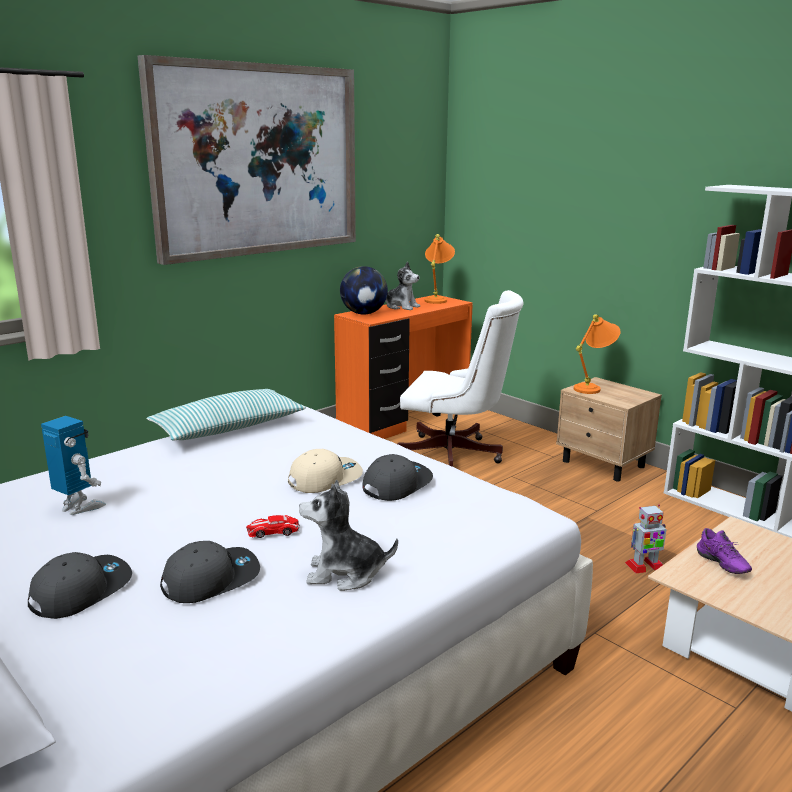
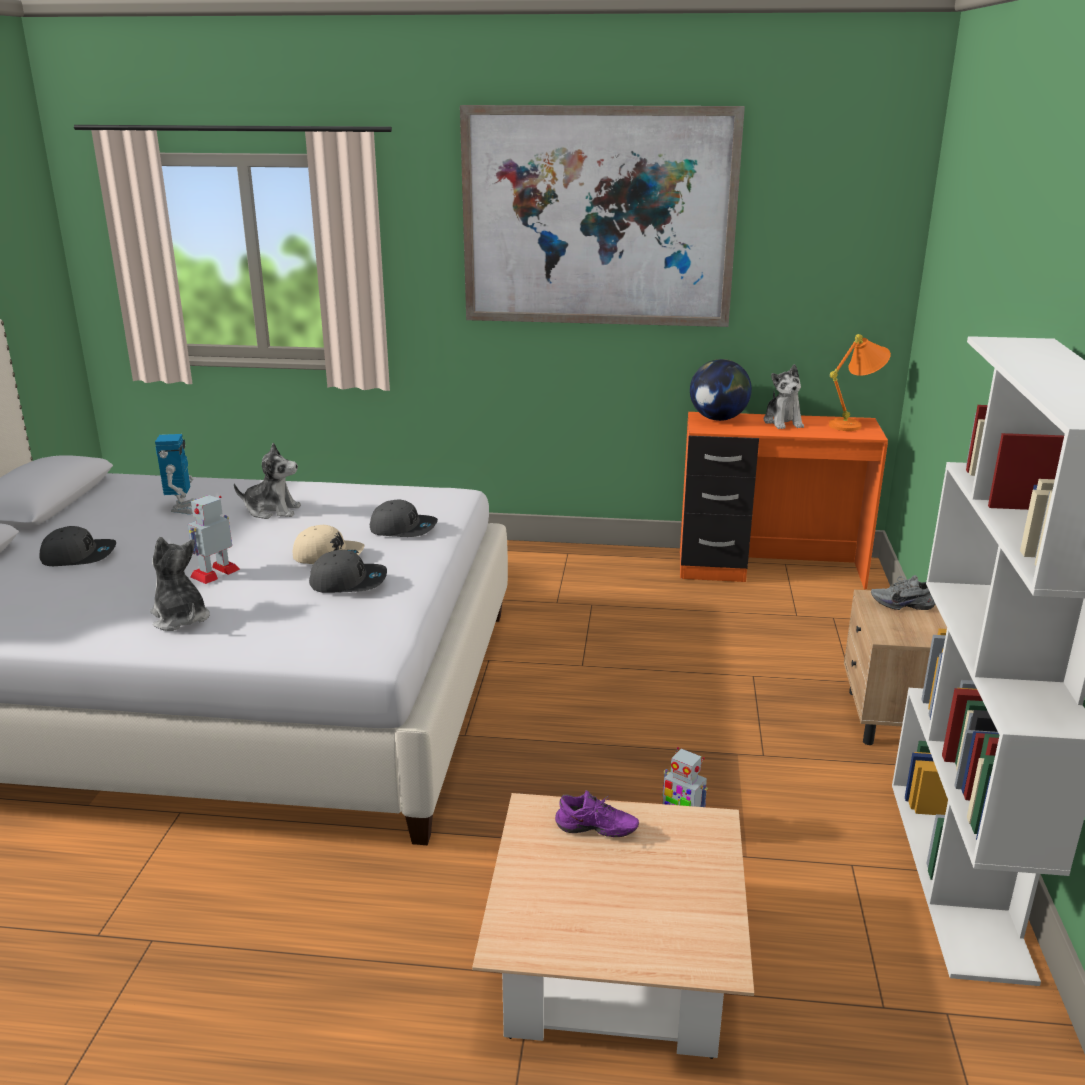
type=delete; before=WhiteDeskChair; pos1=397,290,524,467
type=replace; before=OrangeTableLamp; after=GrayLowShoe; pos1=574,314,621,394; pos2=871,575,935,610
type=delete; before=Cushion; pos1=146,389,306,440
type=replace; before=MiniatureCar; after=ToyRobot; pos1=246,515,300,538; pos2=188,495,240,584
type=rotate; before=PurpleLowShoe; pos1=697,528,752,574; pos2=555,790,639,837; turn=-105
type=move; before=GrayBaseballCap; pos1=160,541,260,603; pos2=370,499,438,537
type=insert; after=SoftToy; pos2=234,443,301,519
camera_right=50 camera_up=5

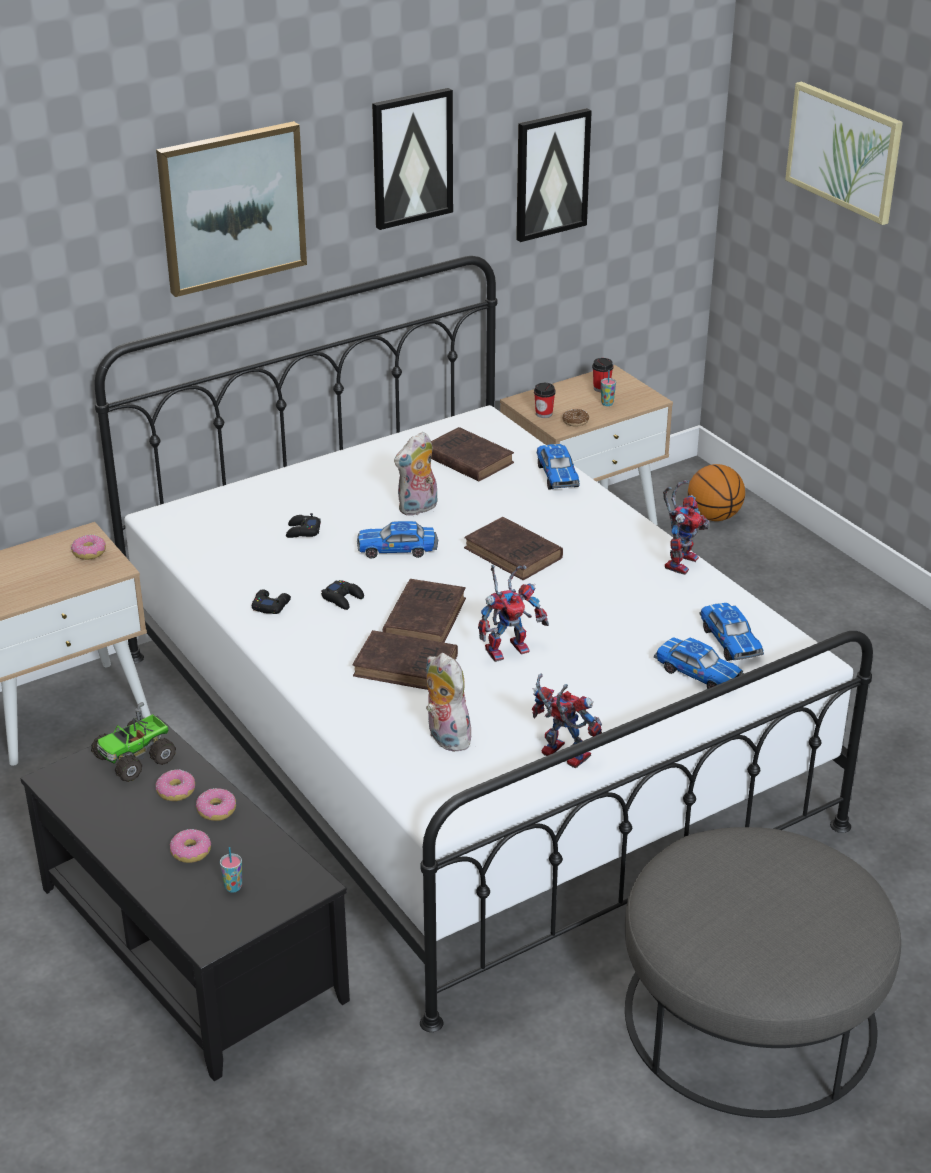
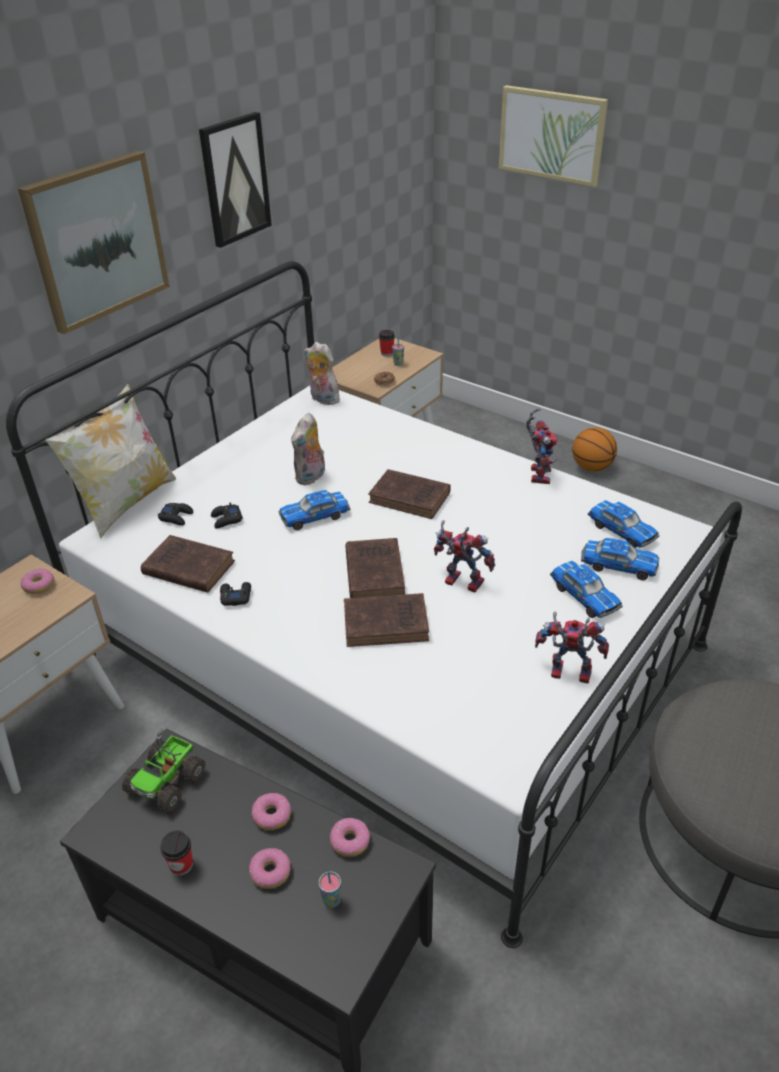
type=delete; before=WallPicture; pos1=516,108,592,242
type=move; before=DrinkingCup; pos1=534,383,556,418; pos2=160,830,193,876
type=move; before=BrownVolume; pos1=431,427,514,482; pos2=141,535,235,593
type=move; before=MiniatureCar; pos1=537,444,580,490; pos2=550,561,623,618
type=move; before=BallForBasketball; pos1=688,464,745,521; pos2=572,427,617,471
type=rotate; before=ToyRobot; pos1=478,565,549,662; pos2=434,520,495,592; turn=-105
type=move; before=BlackishGamepad; pos1=321,580,364,610; pos2=158,503,193,526
type=move; before=SoftToy; pos1=426,653,474,752; pos2=304,342,340,405
type=move; before=RingDoughnut; pos1=156,769,195,801; pos2=330,818,370,857
type=insert; after=Cushion; pos2=45,384,176,539
camera_right=-20 camera_up=5

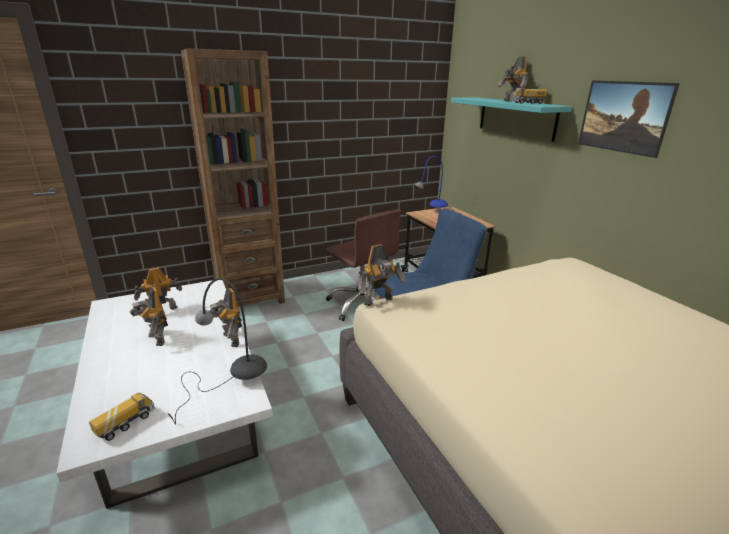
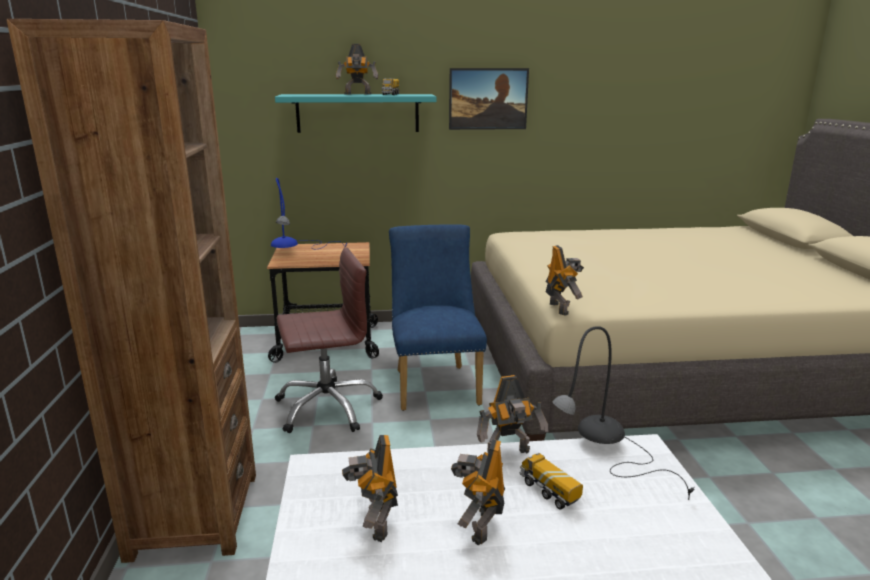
type=rotate; before=ToyRobot; pos1=129,287,168,346; pos2=451,439,505,545; turn=120
type=move; before=ModelTruck; pos1=89,392,155,441; pos2=520,453,583,510
camera_right=-70 camera_up=-5

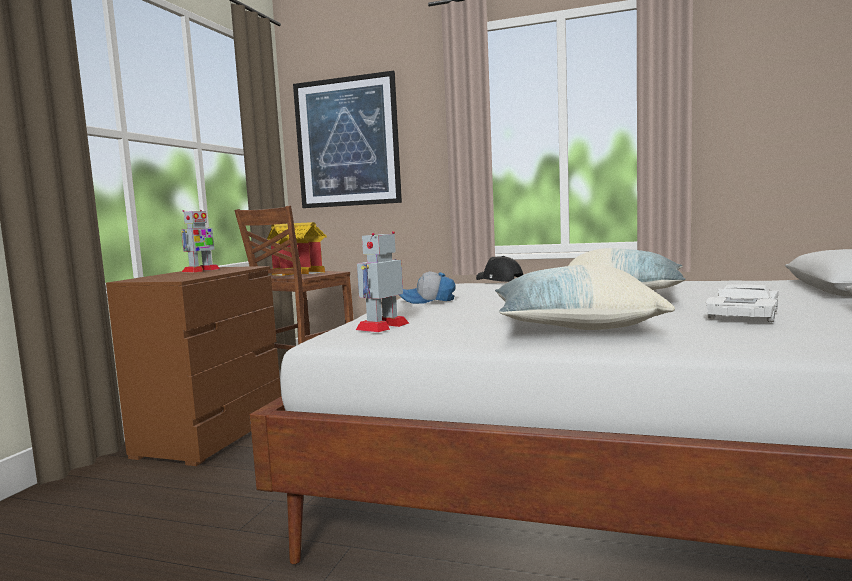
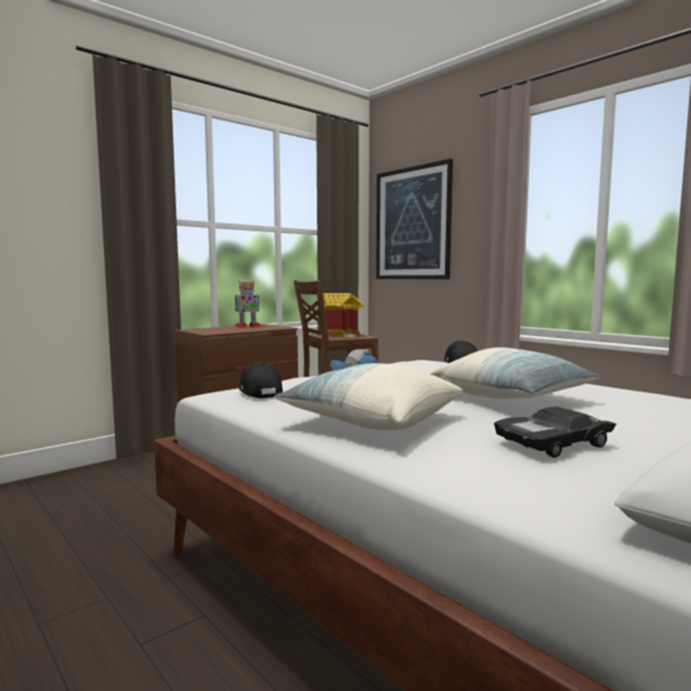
type=replace; before=ToyRobot; after=BlackishBaseballCap; pos1=356,231,409,332; pos2=239,362,283,398
type=recolor; before=WhiteMiniatureCar; after=BlackishMiniatureCar; pos1=706,284,779,322; pos2=494,406,616,458
camera_right=30 camera_up=0

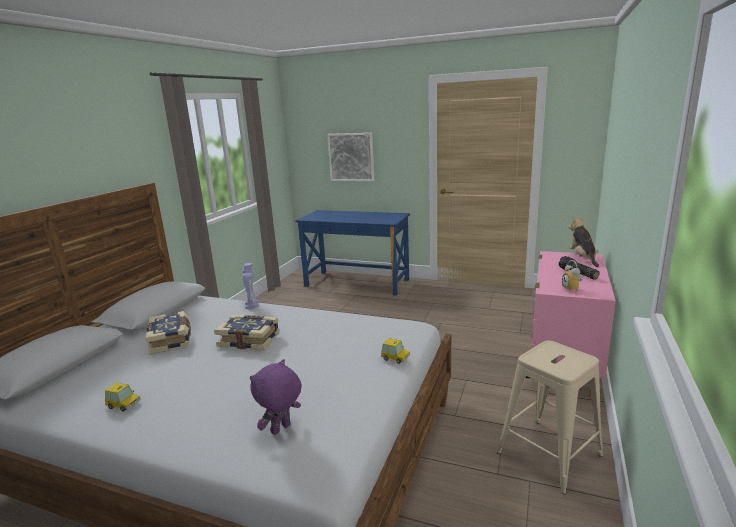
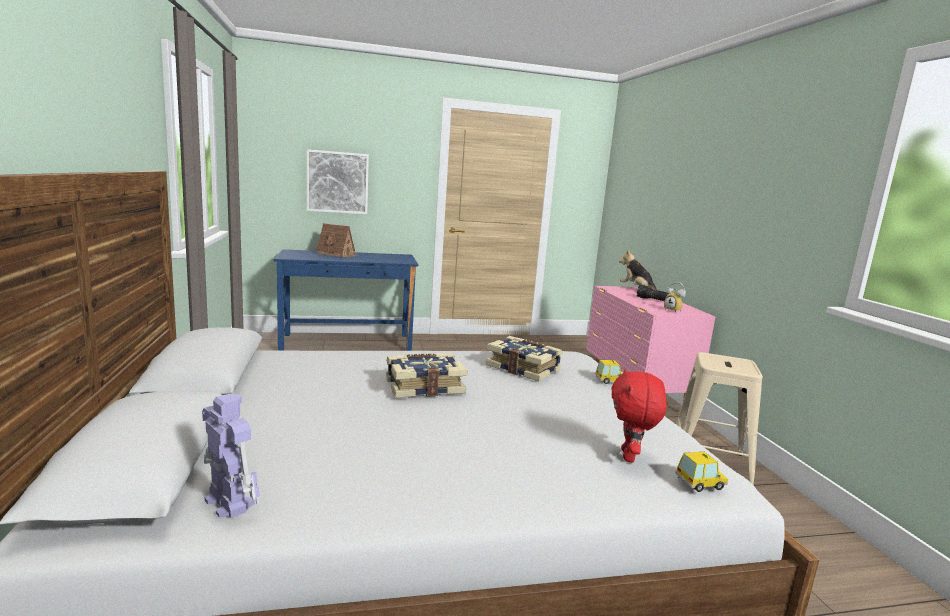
type=move; before=ToyRobot; pos1=243,263,259,309; pos2=202,394,260,518
type=move; before=Volume; pos1=146,311,191,354; pos2=485,336,562,381
type=recolor; before=PurpleSoftToy; after=RedColouredSoftToy; pos1=250,359,302,435; pos2=611,369,667,462
type=move; before=MiniatureCar; pos1=105,383,141,412; pos2=675,452,728,492
type=insert; after=MiniatureHouse; pos2=316,223,357,258
camera_right=-35 camera_up=-5

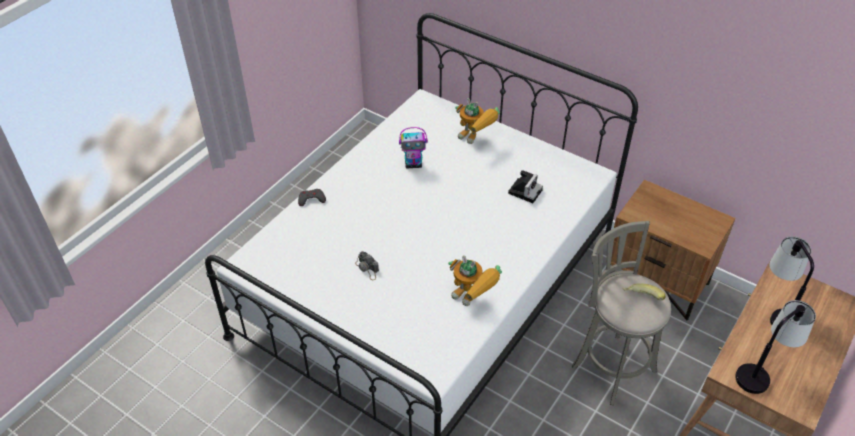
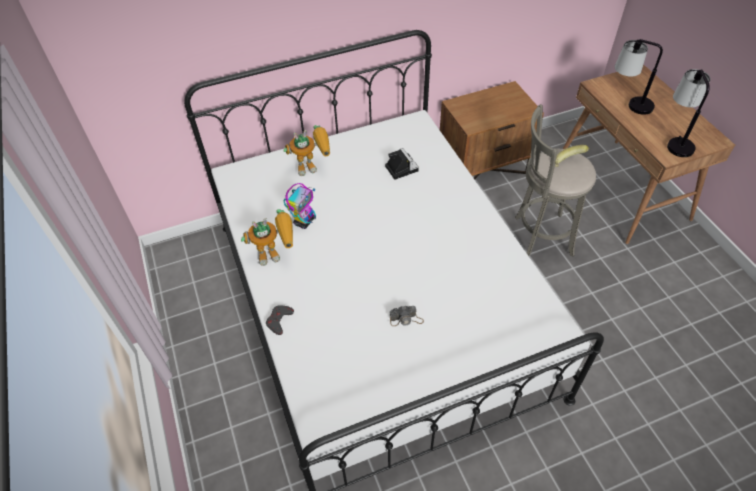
type=move; before=ToyRobot; pos1=448,255,502,306; pos2=241,209,293,266
camera_right=-55 camera_up=5

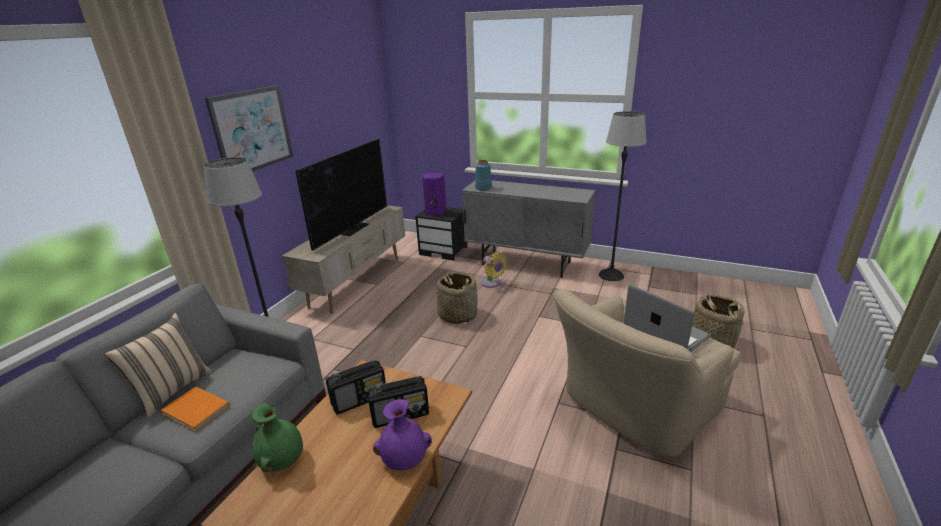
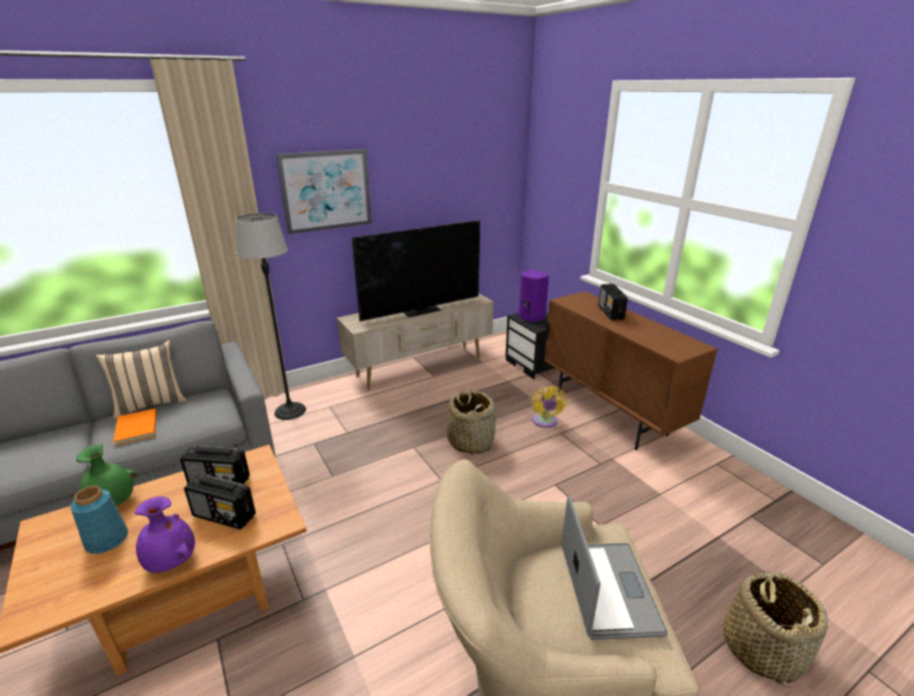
type=delete; before=StandingLamp; pos1=599,111,647,281
type=move; before=BlueColouredVase; pos1=475,160,492,191; pos2=71,486,128,554
type=recolor; before=GrayCabinet; after=BrownCabinet; pos1=462,180,595,278; pos2=544,291,718,450
type=insert; after=Radio; pos2=598,284,628,320
camera_right=35 camera_up=0

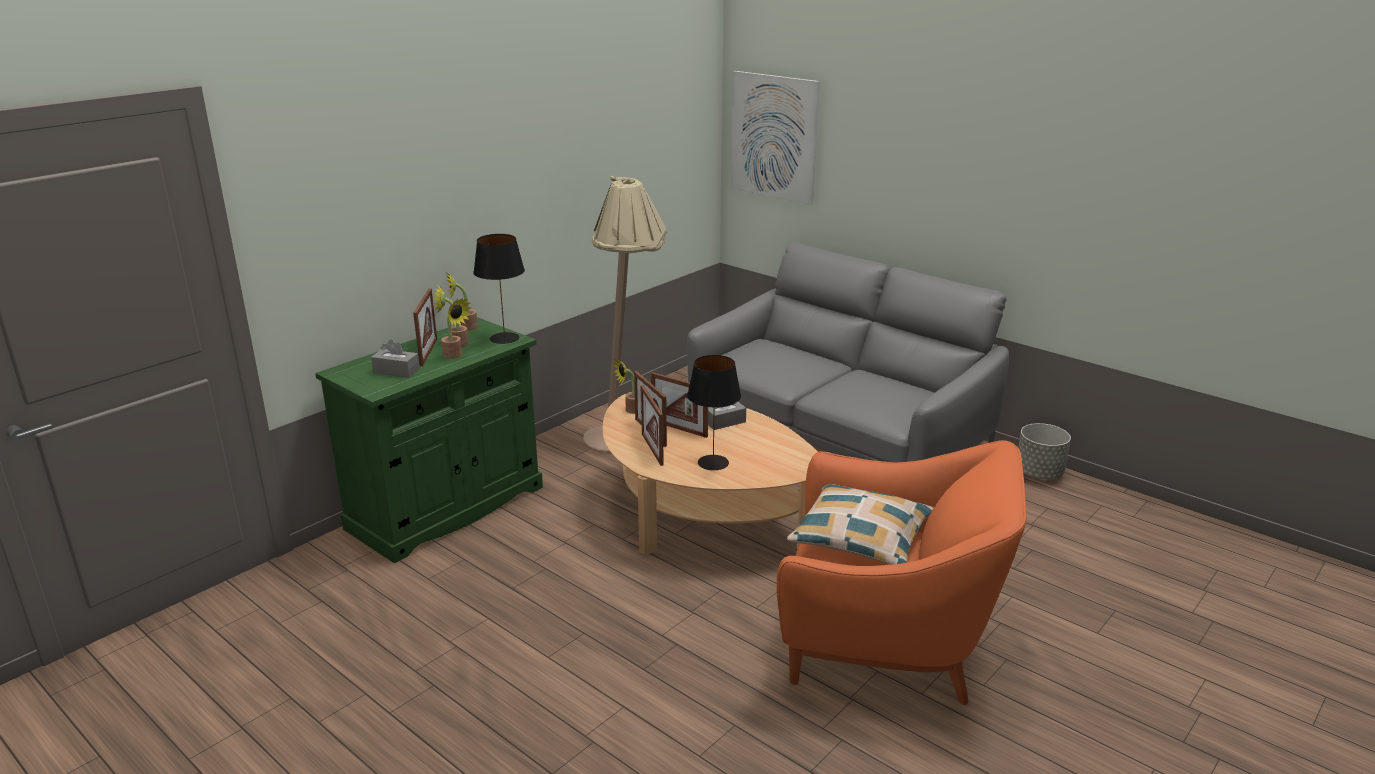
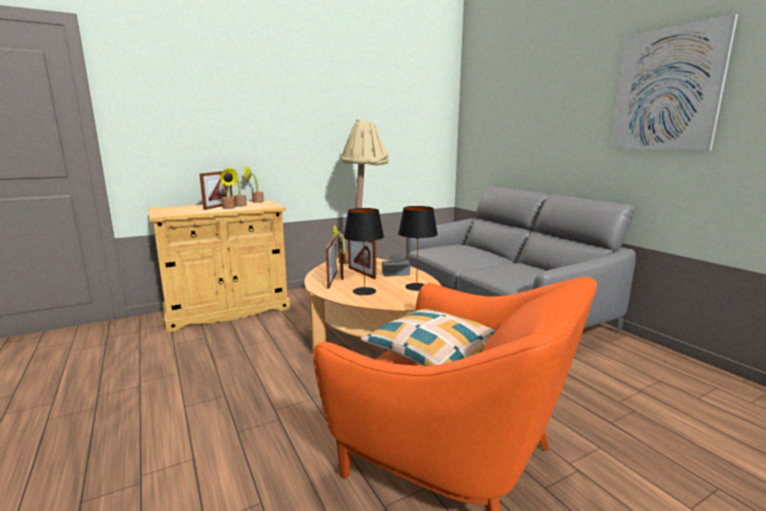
type=move; before=WallPicture; pos1=731,71,820,205; pos2=612,14,738,151
type=move; before=BlackishTableLamp; pos1=473,234,525,344; pos2=398,206,438,291
type=recolor; before=GreenColouredCabinet; after=BeigeColouredCabinet; pos1=315,317,543,563; pos2=148,200,290,333
type=delete; before=GrayTissueBox; pos1=371,340,420,378
type=delete; before=GrayPlantPot; pos1=1018,423,1071,479
camera_right=20 camera_up=-10

